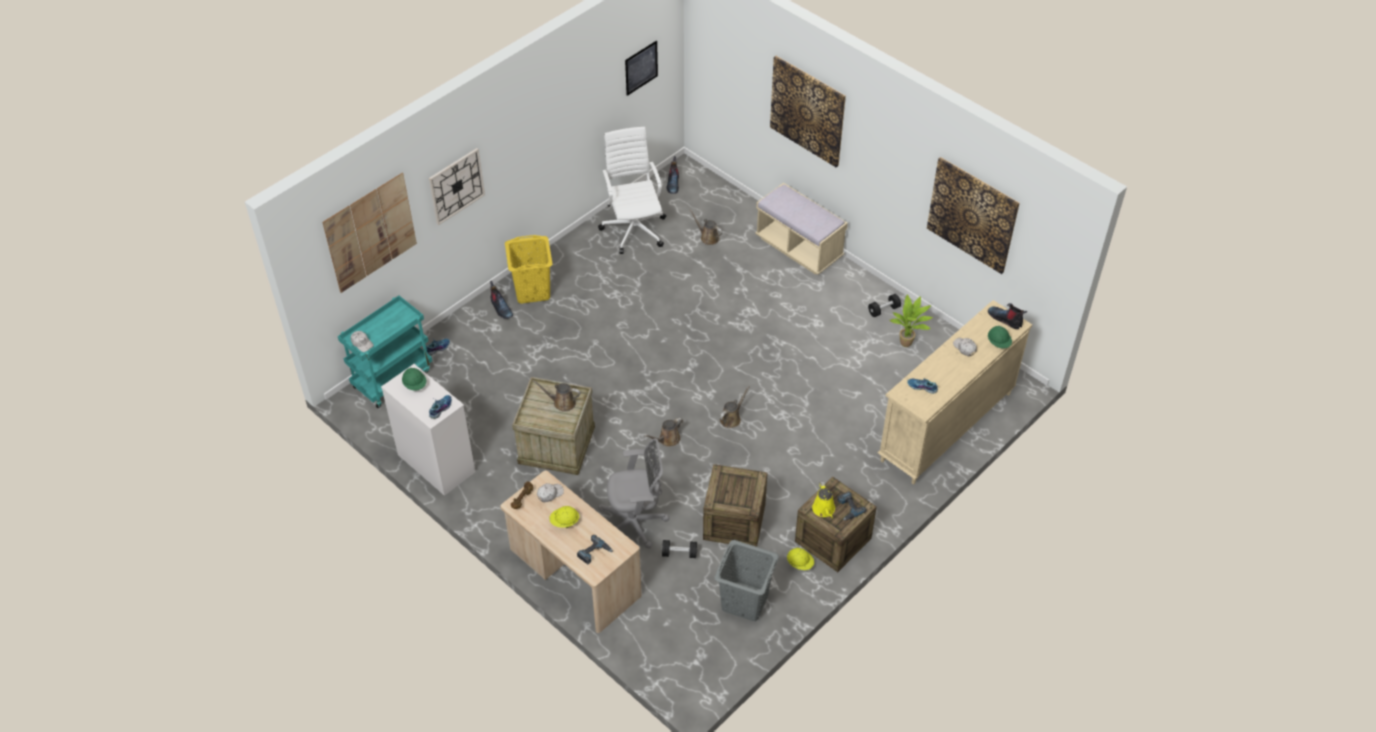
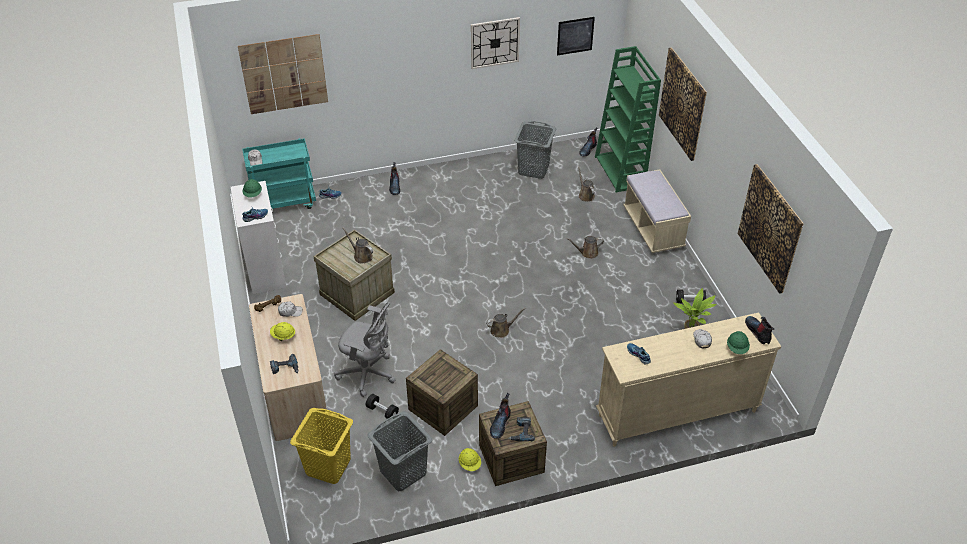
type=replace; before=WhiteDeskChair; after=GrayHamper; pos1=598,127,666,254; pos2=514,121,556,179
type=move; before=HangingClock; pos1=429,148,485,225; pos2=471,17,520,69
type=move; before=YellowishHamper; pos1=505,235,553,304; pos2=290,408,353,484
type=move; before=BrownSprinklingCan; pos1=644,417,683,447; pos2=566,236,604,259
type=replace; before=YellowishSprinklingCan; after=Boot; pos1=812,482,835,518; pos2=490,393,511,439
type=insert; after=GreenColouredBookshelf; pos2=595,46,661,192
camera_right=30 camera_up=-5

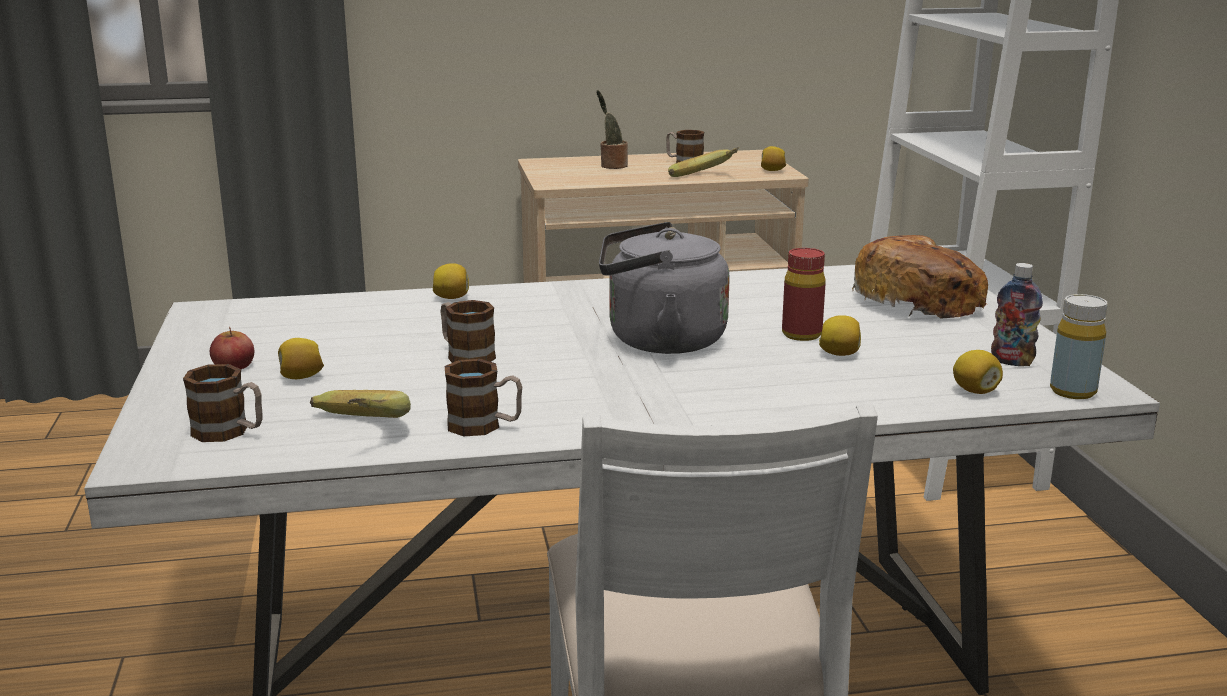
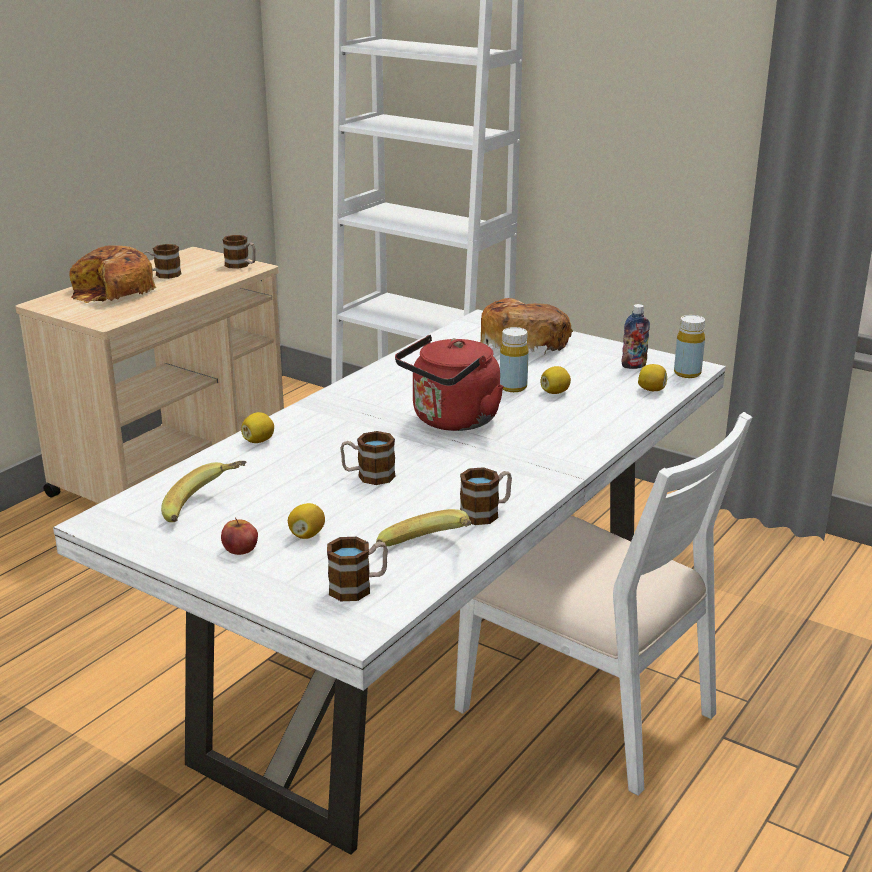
type=replace; before=PlantInAPot; after=BakedBread; pos1=596,90,628,169; pos2=70,245,156,303
type=replace; before=Lemon; after=CoffeeMug; pos1=761,146,786,171; pos2=223,235,256,269
type=move; before=Banana; pos1=668,147,739,177; pos2=161,461,246,522
type=recolor; before=GrayKettle; after=RedColouredKettle; pos1=599,222,730,354; pos2=395,335,504,431
type=recolor; before=RedColouredBottle; after=YellowishBottle; pos1=782,248,826,341; pos2=500,327,529,392
camera_right=-45 camera_up=5

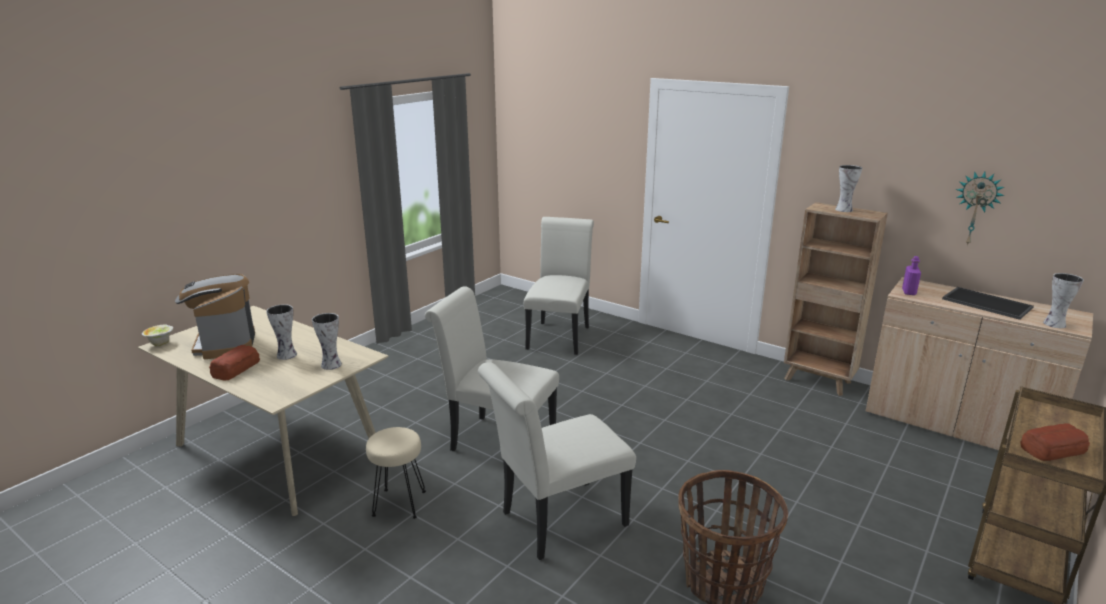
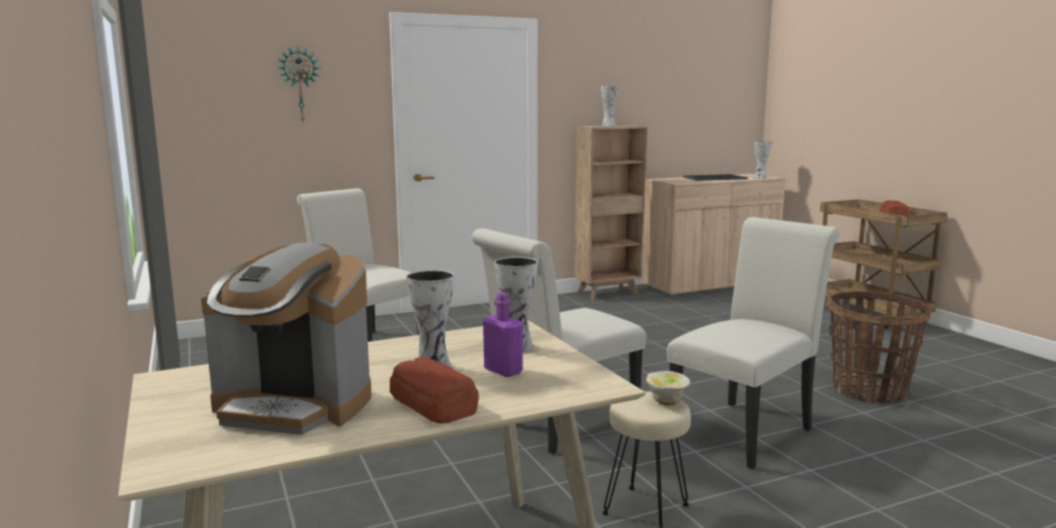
type=move; before=HangingClock; pos1=956,171,1005,246; pos2=277,46,319,124
type=move; before=PurpleBottle; pos1=902,256,921,295; pos2=483,292,523,377
type=move; before=DeepDish; pos1=142,324,173,346; pos2=646,371,690,406
type=rotate; before=WhiteChair; pos1=478,362,636,560; pos2=667,217,840,469; turn=-135
camera_right=-60 camera_up=-10

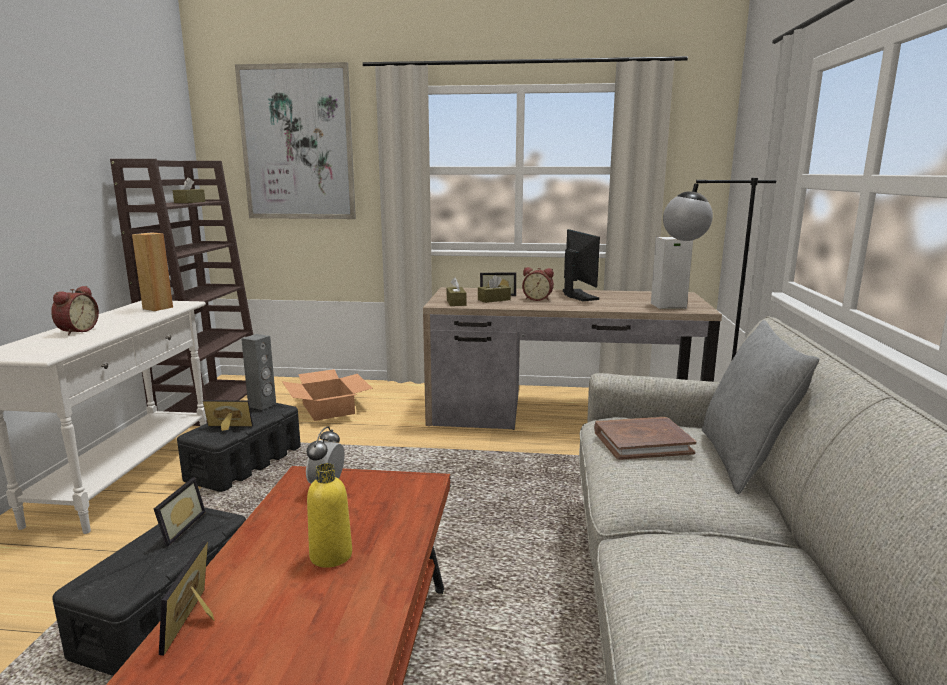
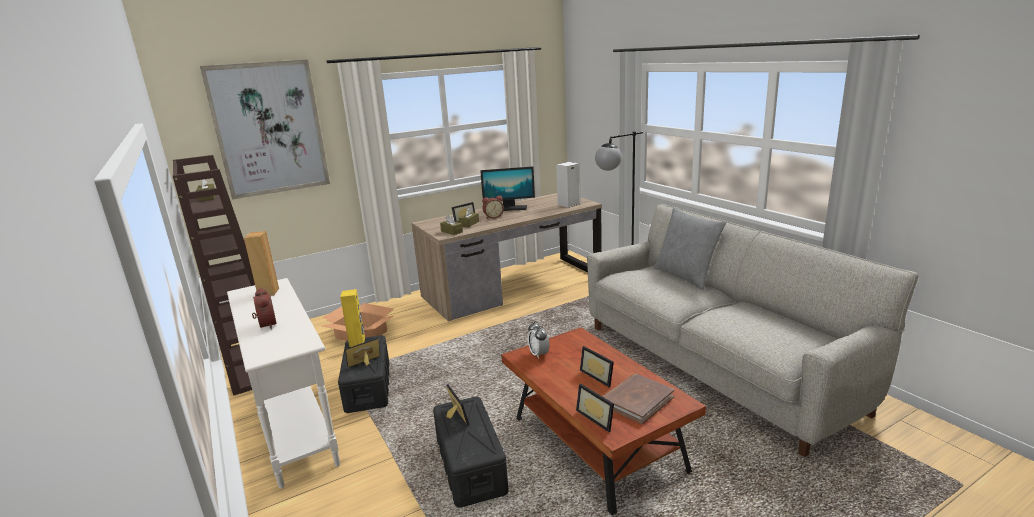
type=rotate; before=ComputerScreen; pos1=563,229,600,301; pos2=480,166,535,211; turn=135
type=recolor; before=GraySpeaker; after=YellowishSpeaker; pos1=241,334,276,410; pos2=340,289,365,347
type=move; before=BrownVolume; pos1=594,417,696,460; pos2=603,374,674,424
type=replace; before=YellowishBottle; after=PhotoFrame; pos1=307,463,352,568; pos2=580,346,614,387
camera_right=-35 camera_up=5

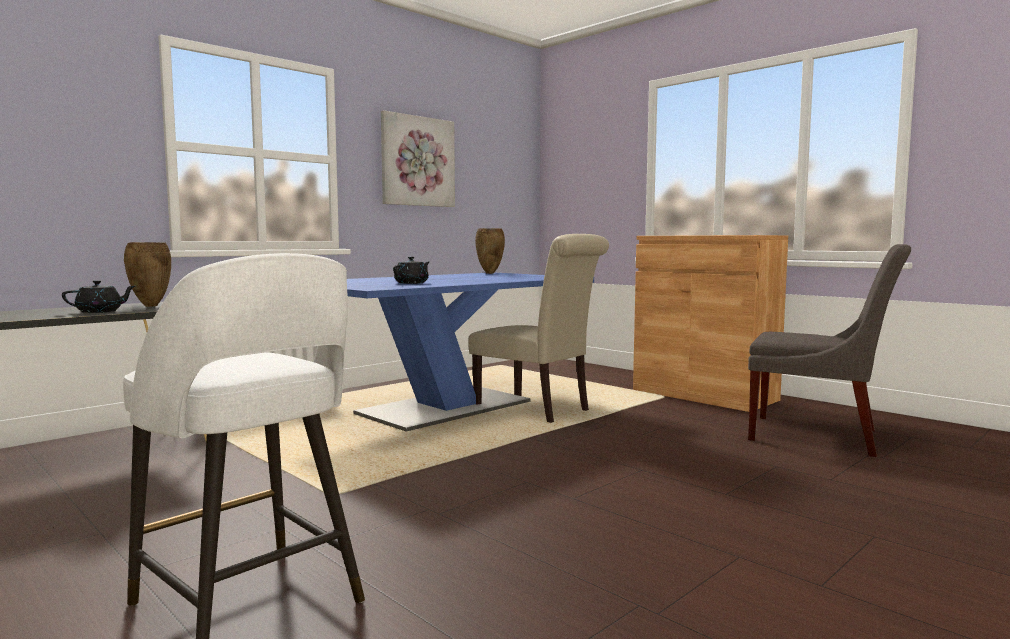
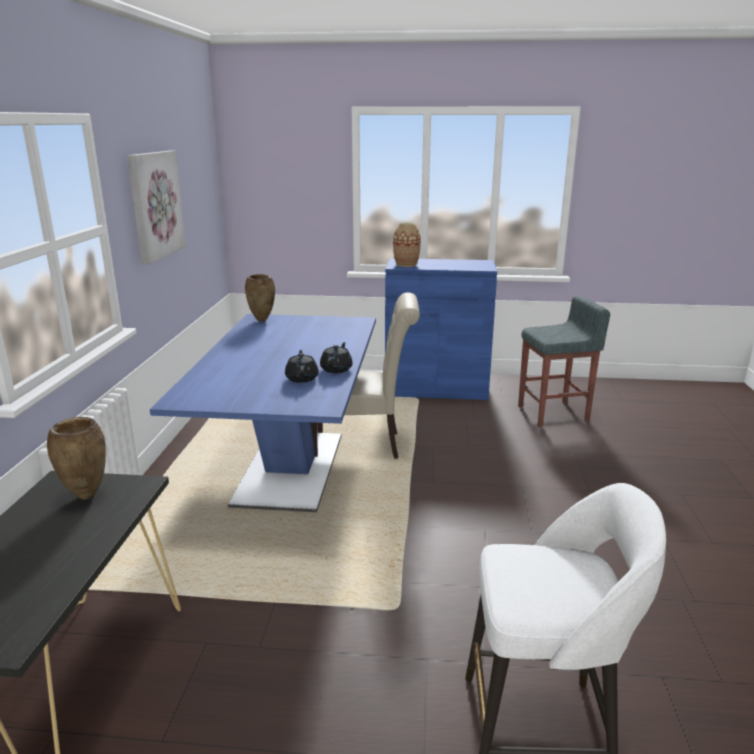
type=recolor; before=BrownCabinet; after=BlueColouredCabinet; pos1=633,235,788,412; pos2=385,258,497,400
type=replace; before=GrayChair; after=GraySittingStool; pos1=748,244,911,457; pos2=518,296,610,427
type=move; before=BlackishPotForTea; pos1=62,280,135,313; pos2=320,342,353,373
type=insert; after=Vase; pos2=393,223,420,267
camera_right=-40 camera_up=15

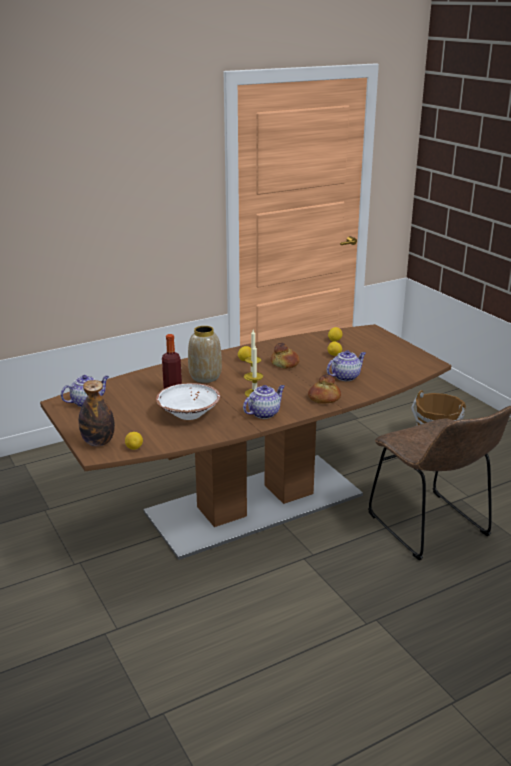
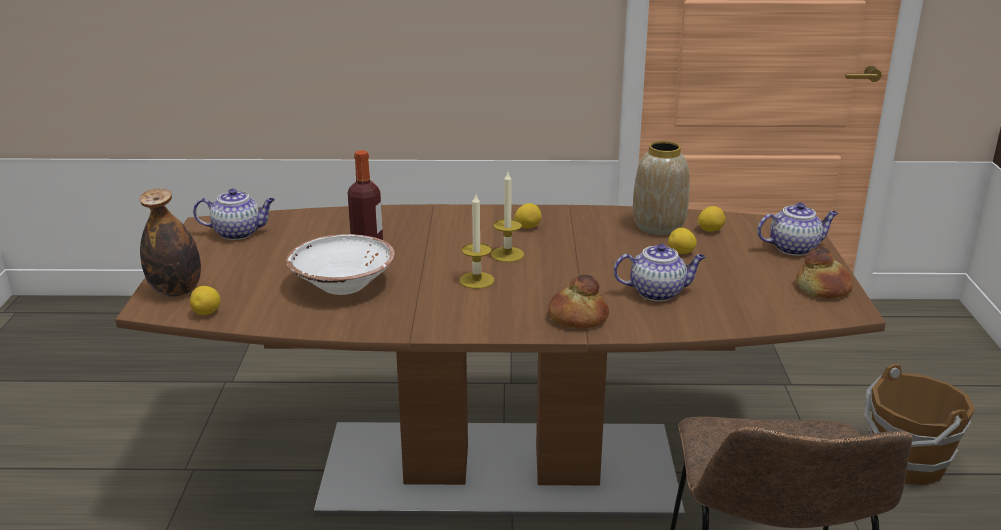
type=move; before=Vase; pos1=188,326,222,383; pos2=633,141,690,235
type=move; before=BakedBread; pos1=271,343,300,369; pos2=796,247,853,299
type=move; before=PotForTea; pos1=243,385,285,419; pos2=757,203,838,256
camera_right=30 camera_up=0

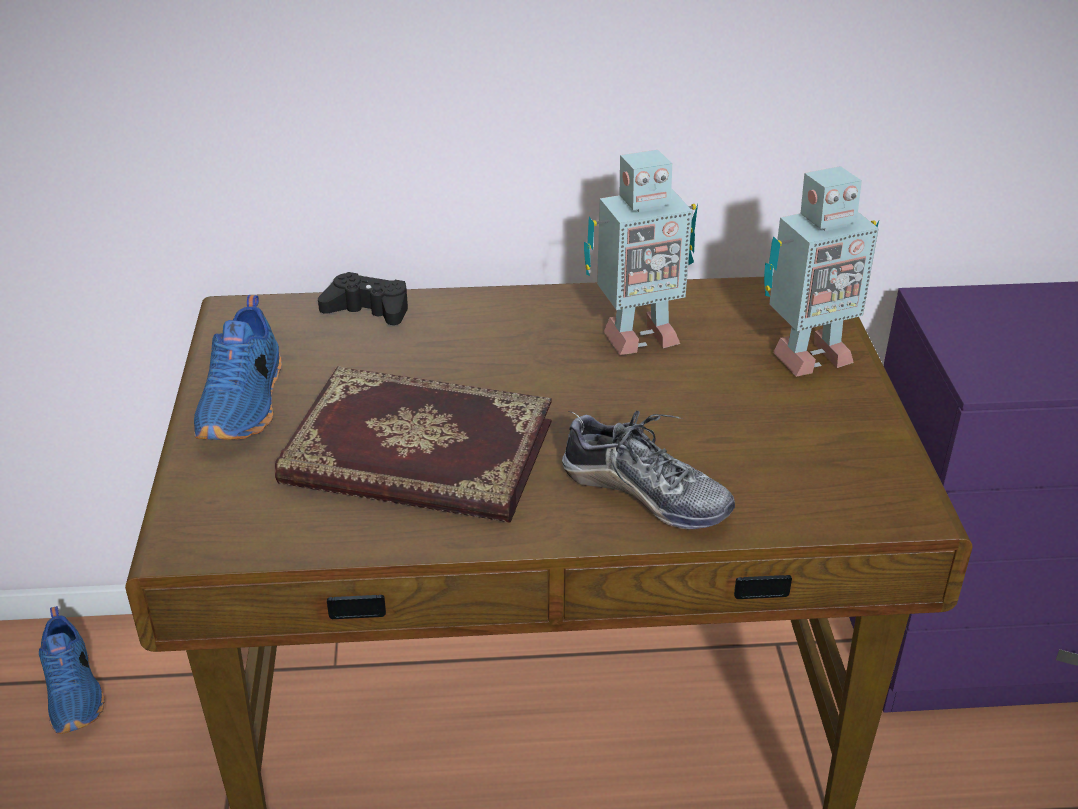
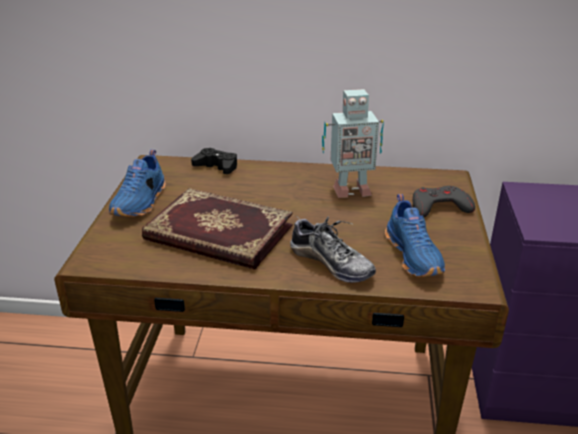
type=replace; before=ToyRobot; after=GrayGamepad; pos1=764,166,879,377; pos2=413,186,475,217
type=move; before=BlueColouredLowShoe; pos1=39,606,105,734; pos2=385,194,445,277
camera_right=10 camera_up=-5

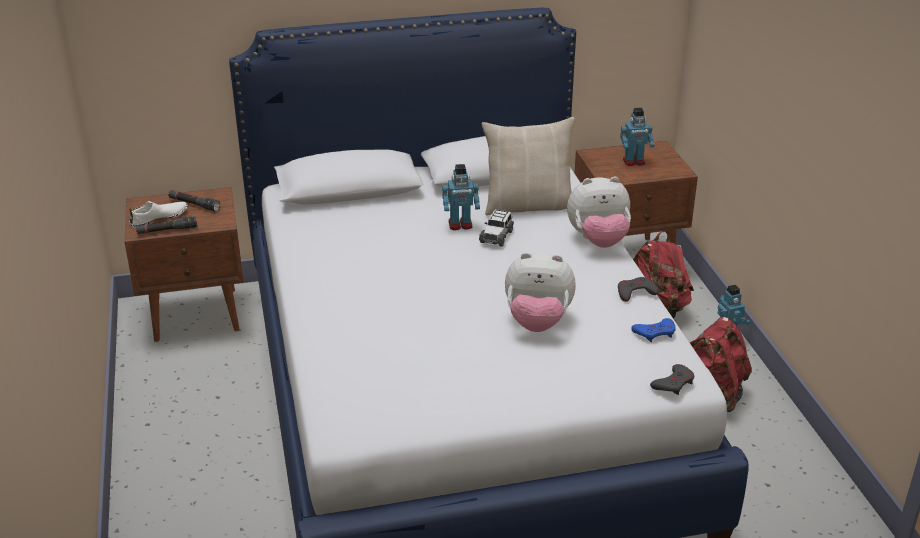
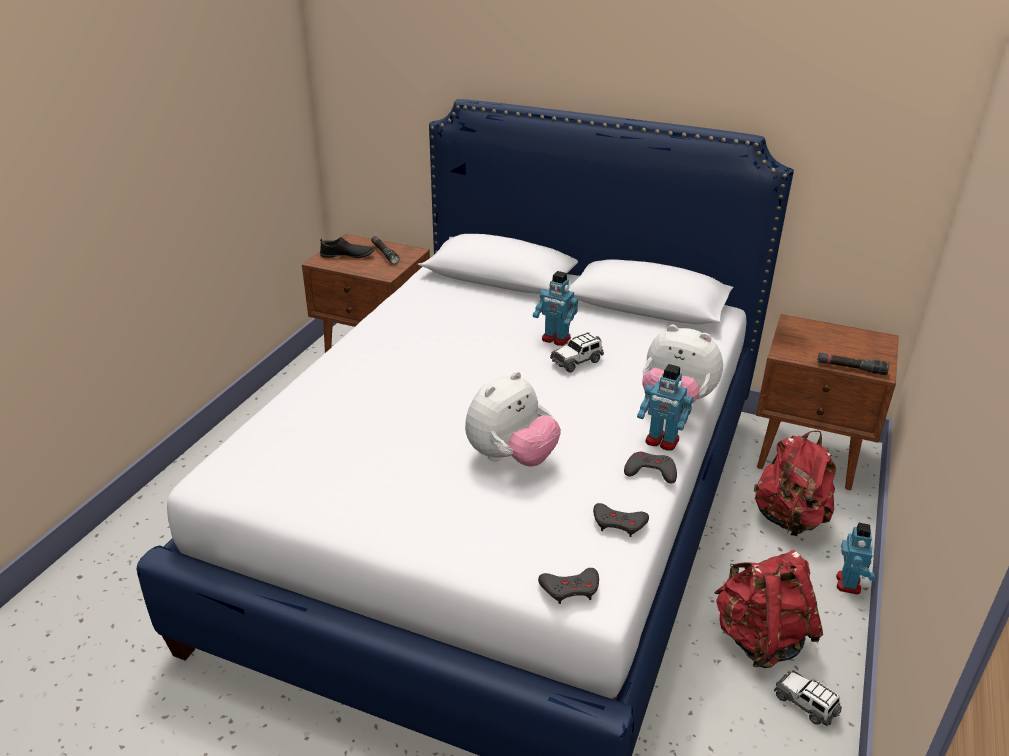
type=move; before=ToyRobot; pos1=620,108,655,166; pos2=637,364,693,451
type=delete; before=BeigeColouredCushion; pos1=482,117,575,216
type=recolor; before=WhiteLowShoe; after=BlackishLowShoe; pos1=129,201,187,228; pos2=320,237,374,258
type=move; before=BlackishHandTorch; pos1=135,216,197,234; pos2=817,353,889,375
type=rotate; before=SoftToy; pos1=505,252,576,332; pos2=465,371,561,467; turn=-90
type=recolor; before=BlueColouredGamepad; after=GrayGamepad; pos1=631,318,676,342; pos2=593,503,649,537
type=insert; after=MiniatureCar; pos2=774,670,842,726
camera_right=35 camera_up=0

